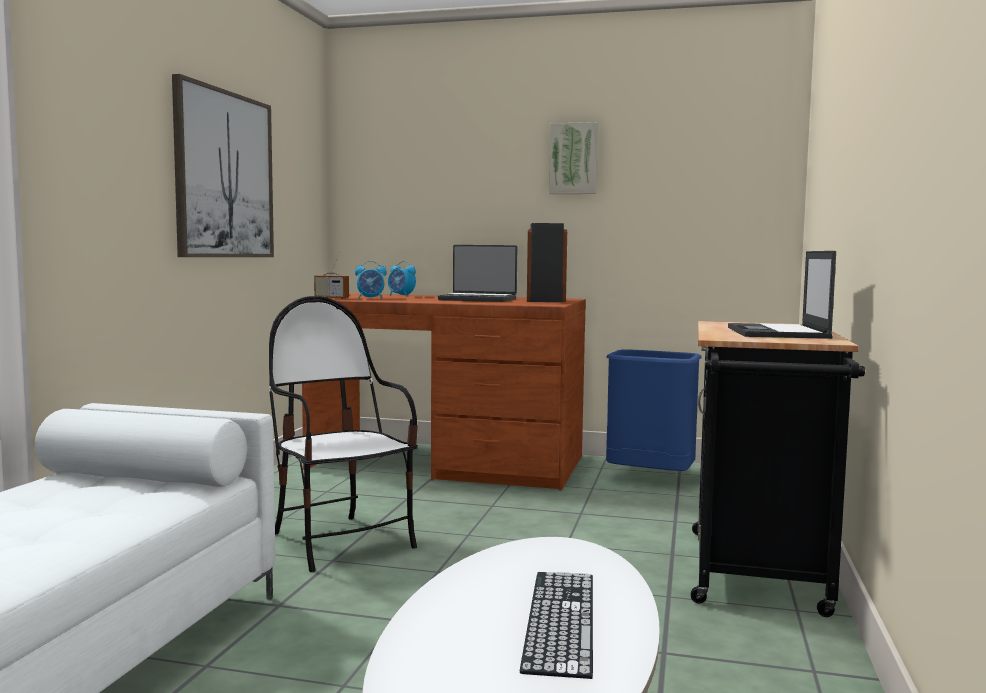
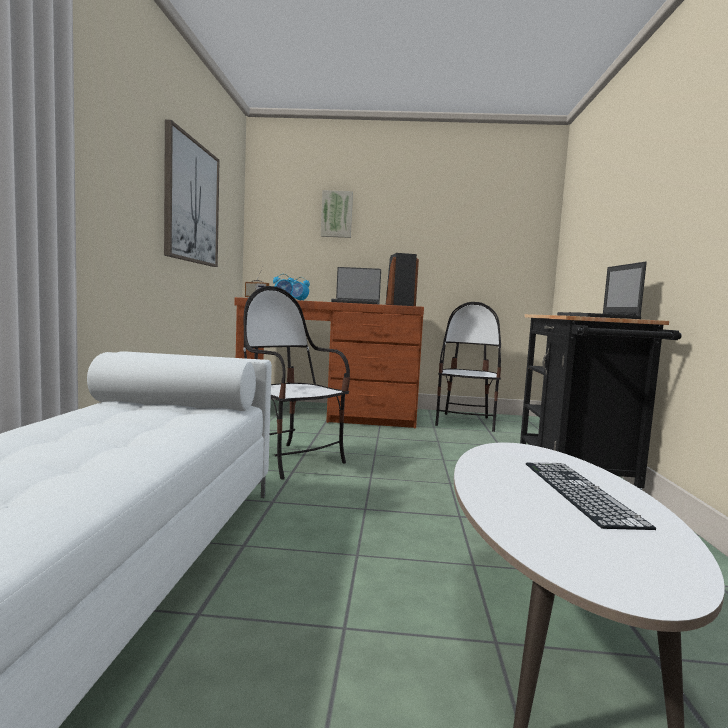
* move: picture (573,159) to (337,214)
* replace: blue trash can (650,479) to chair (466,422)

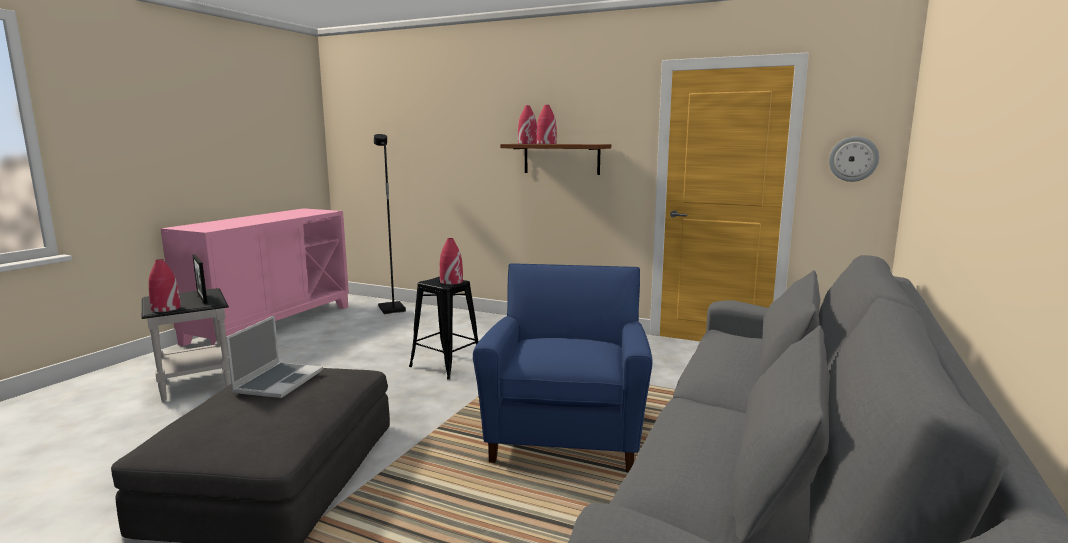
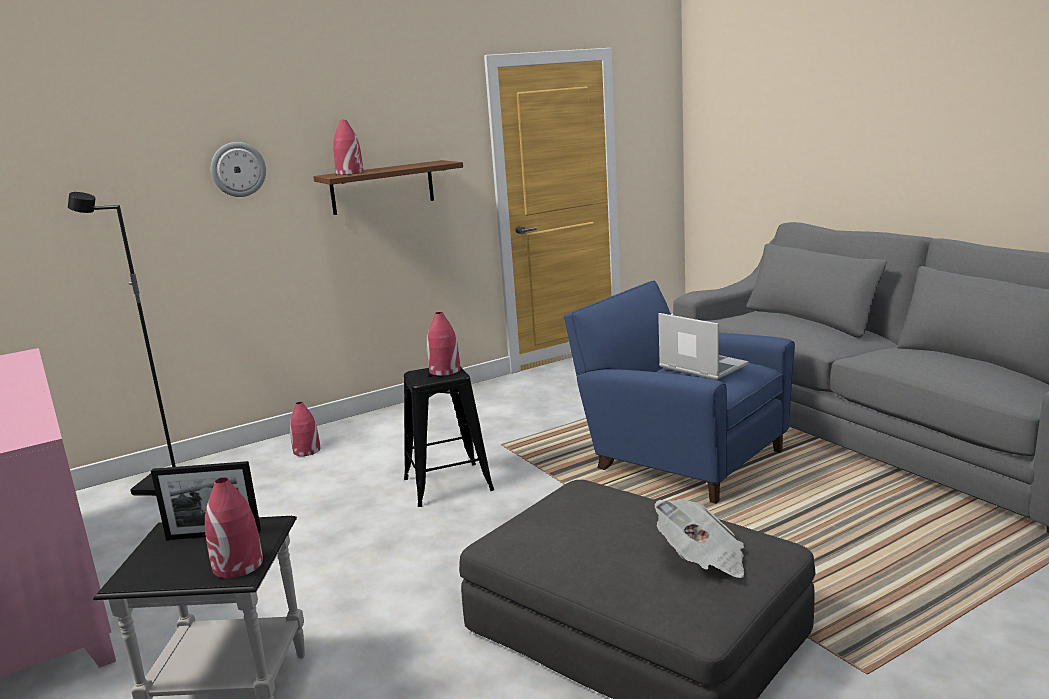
* insert: newspaper (702,559)
* move: laptop (278,381) to (701,367)
* move: red vase (546,143) to (306,451)
* move: wall clock (853,159) to (238,169)

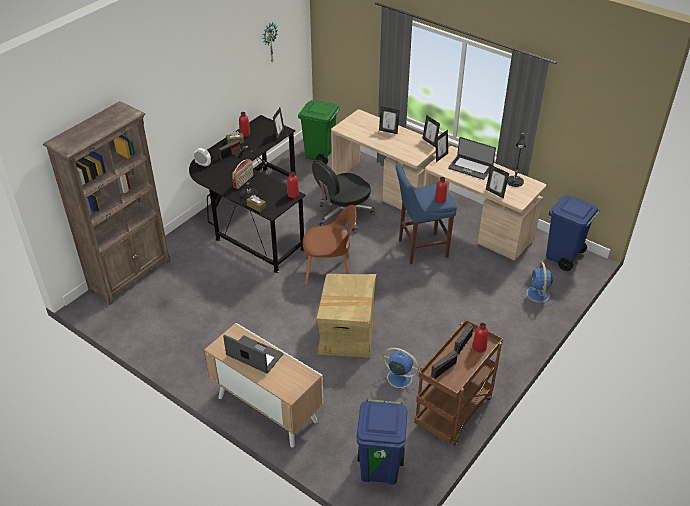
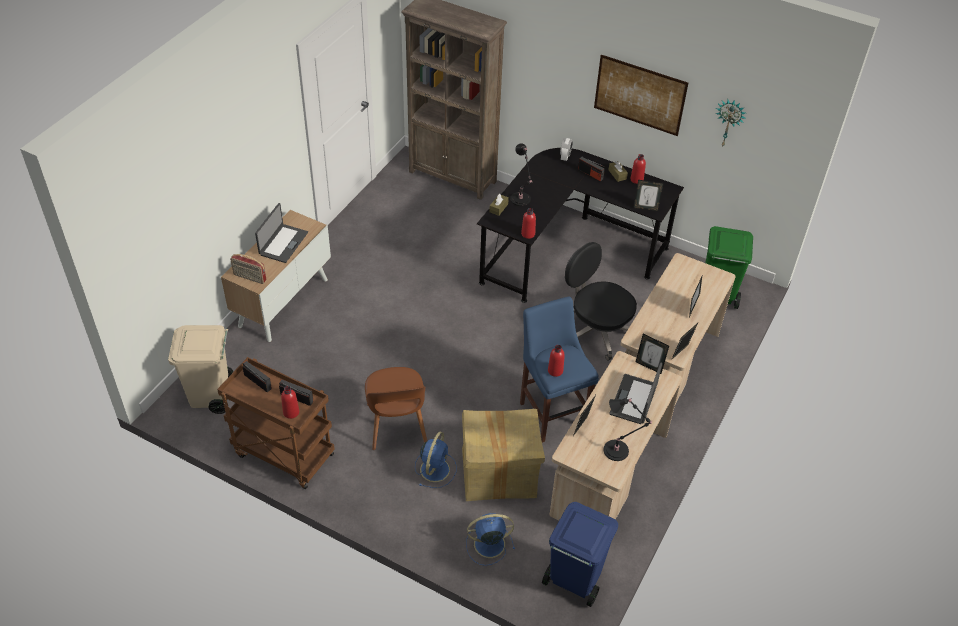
* insert: picture (639,95)
* move: radio (243,181) to (249,277)
* move: brown chair (329,270) to (396,425)
* move: cardboard box (346,334) to (499,474)
* move: blue fan (398,377) to (435,468)
* recolor: blue trash can (380,469) to beige trash can (211,395)

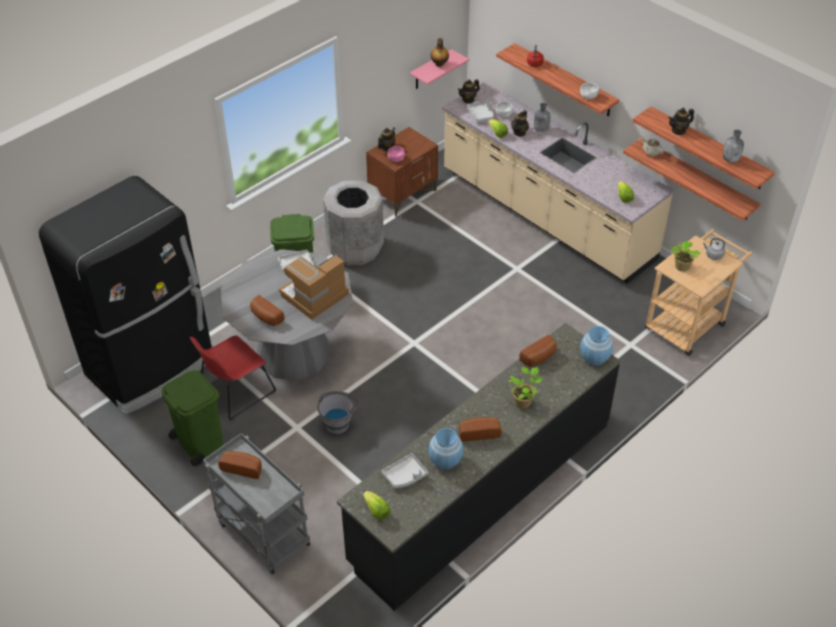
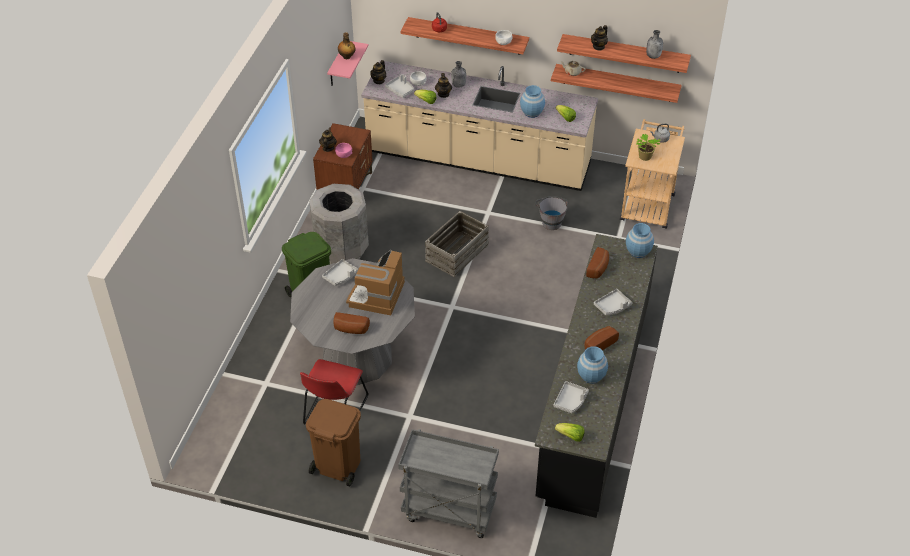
* delete: black fridge (152,366)
* delete: bread (242,468)
* insert: crate (457,253)
* insert: blue vase (532,112)
* move: grey bucket (339,421) to (550,220)
* replace: potted plant (523,401) to grey tray (612,306)
* recolor: green trash can (200,442) to brown trash can (337,465)

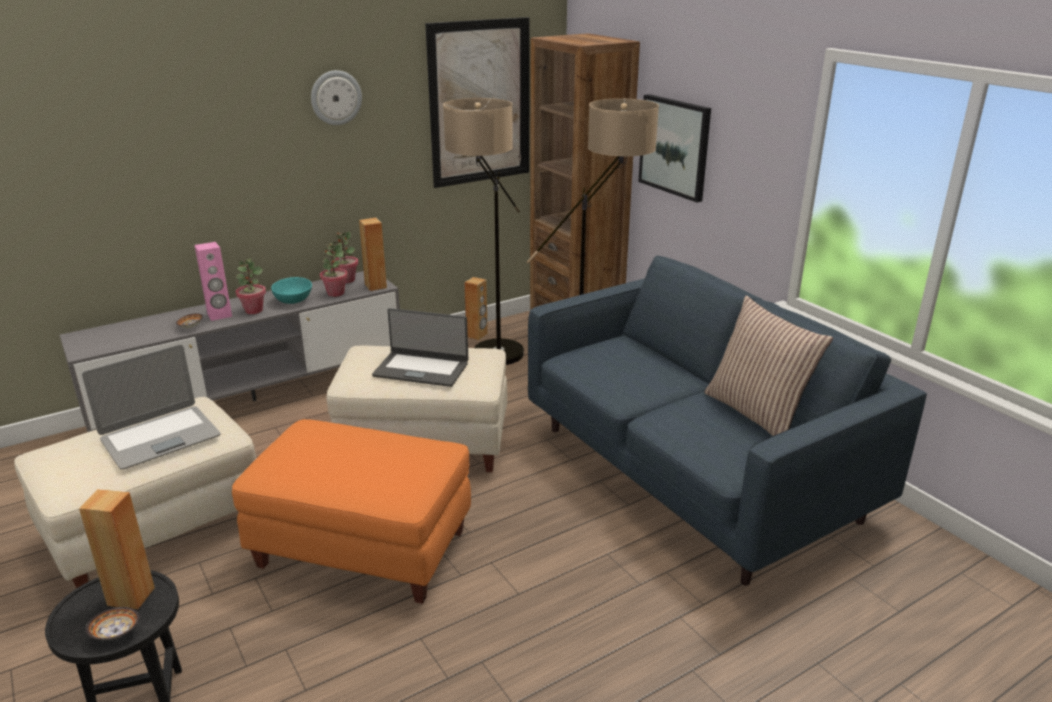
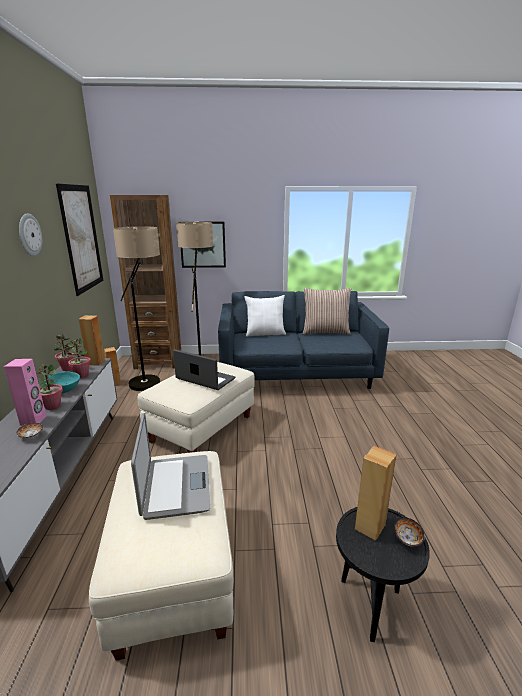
* delete: orange ottoman (362,550)
* insert: white pillow (265,333)
* rotate: laptop (421,369) = (205,379) 105 degrees counterclockwise

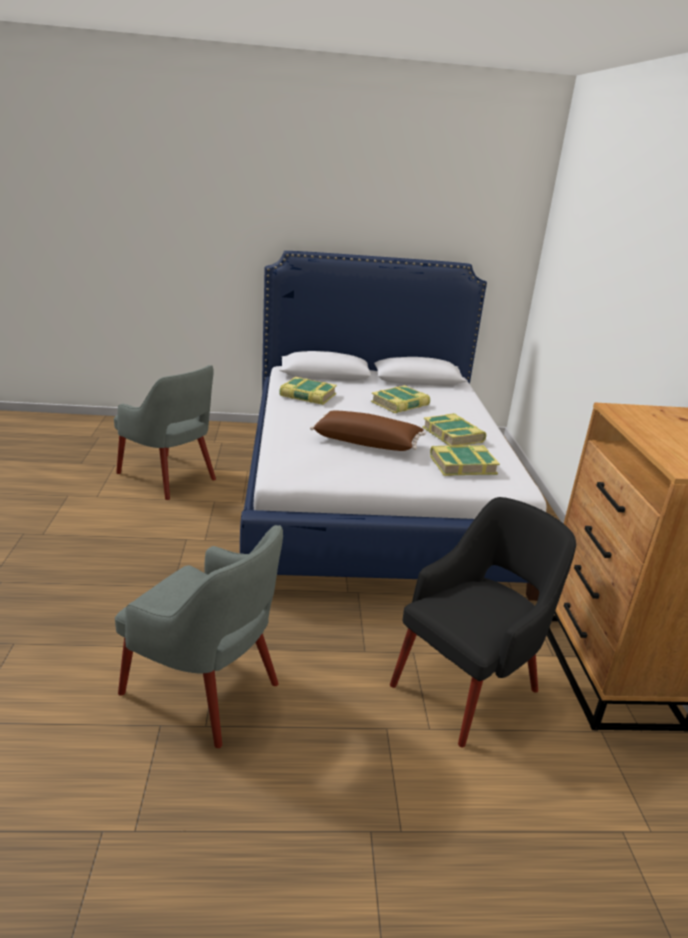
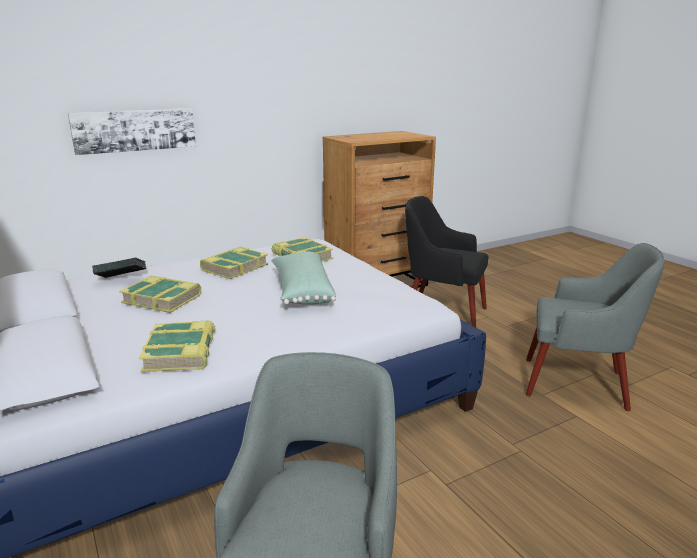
* insert: picture (134,130)
* insert: book (122,280)
* recolor: brown pillow (367,442) to green pillow (302,291)
* rotate: grey armchair (204,690) = (578,384) 105 degrees clockwise

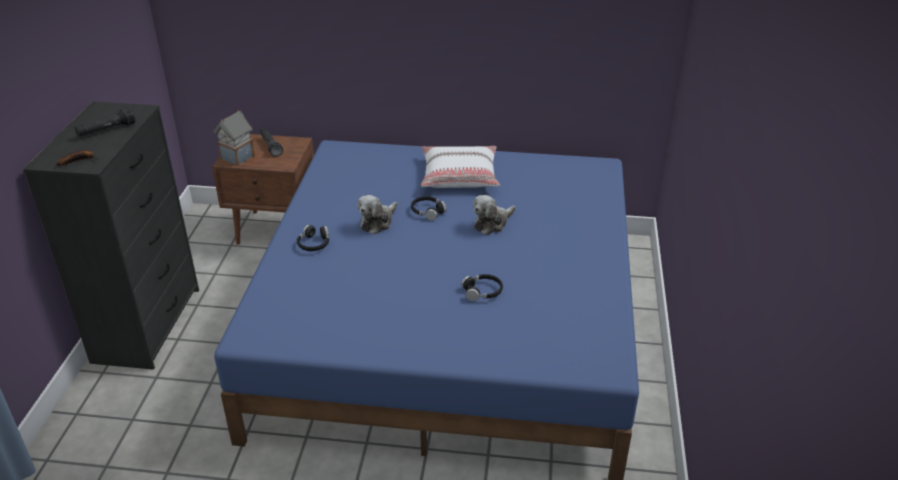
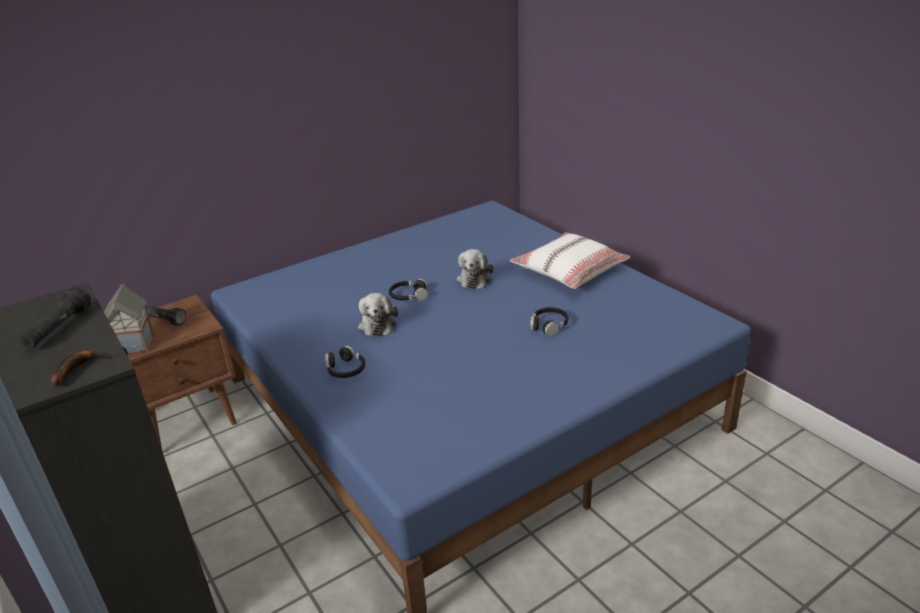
* move: white pillow (459,176) to (569,270)

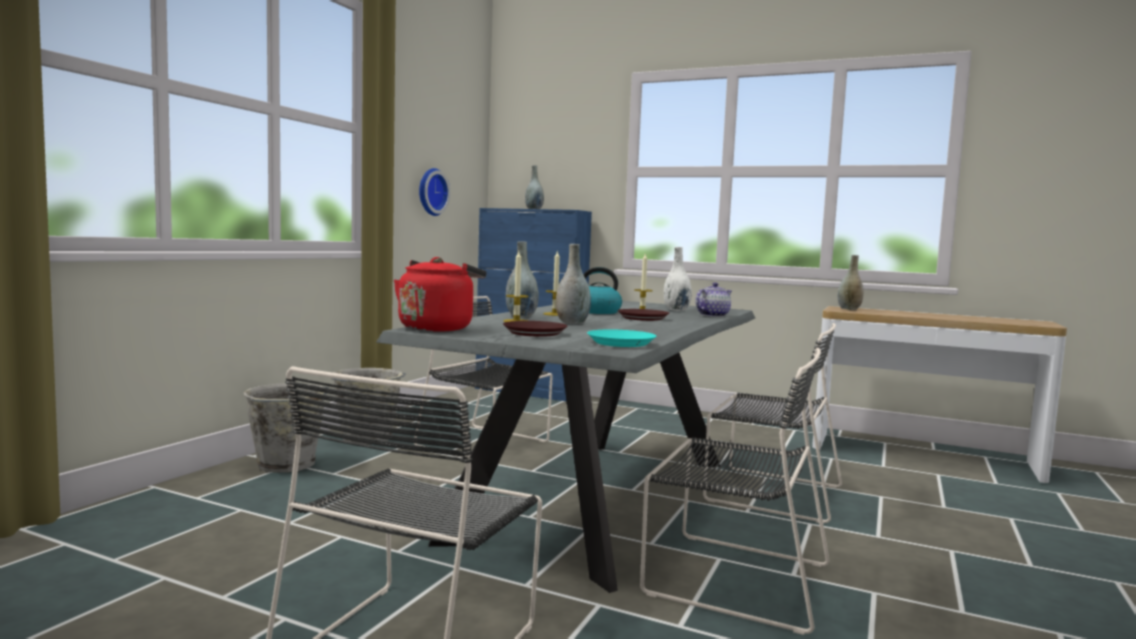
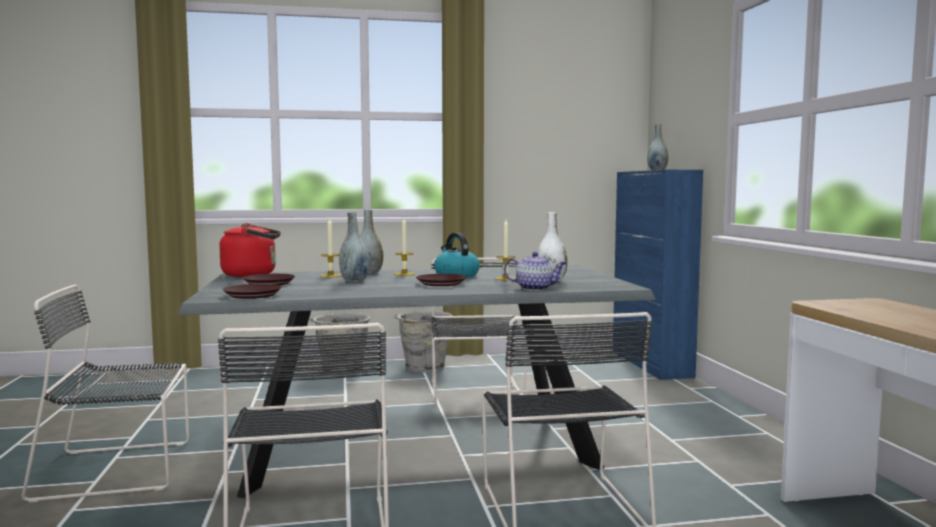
* delete: wall clock (430,192)
* delete: grey vase (849,309)
* recolor: turquoise plate (620,343) to brown plate (252,295)

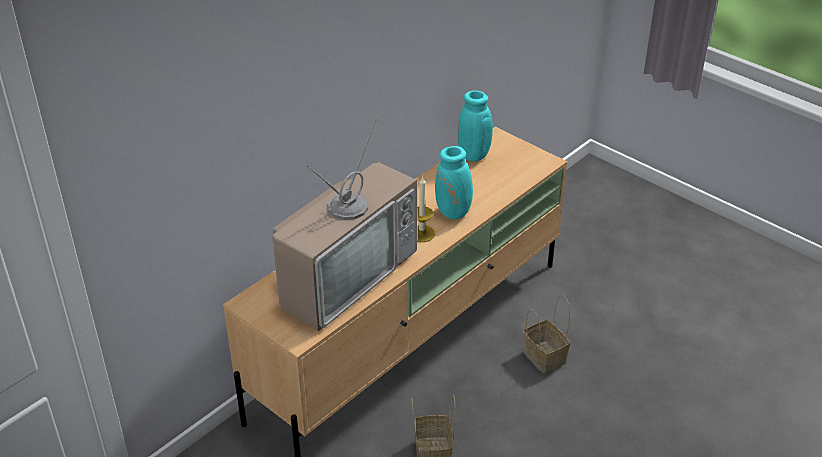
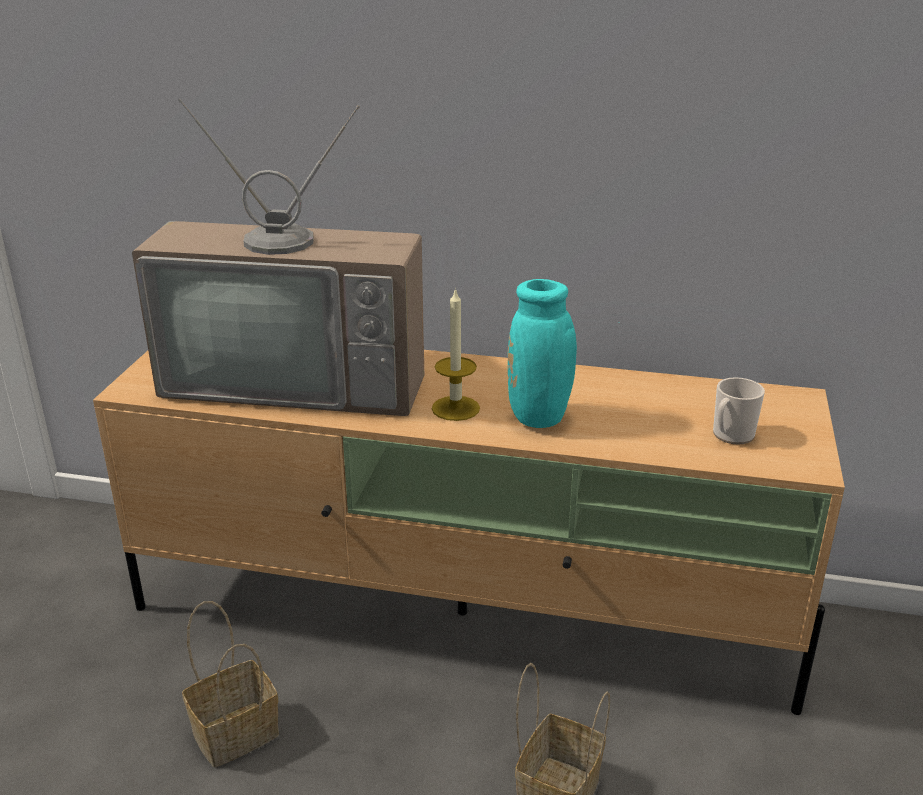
* delete: turquoise vase (473,157)
* insert: mug (730,436)

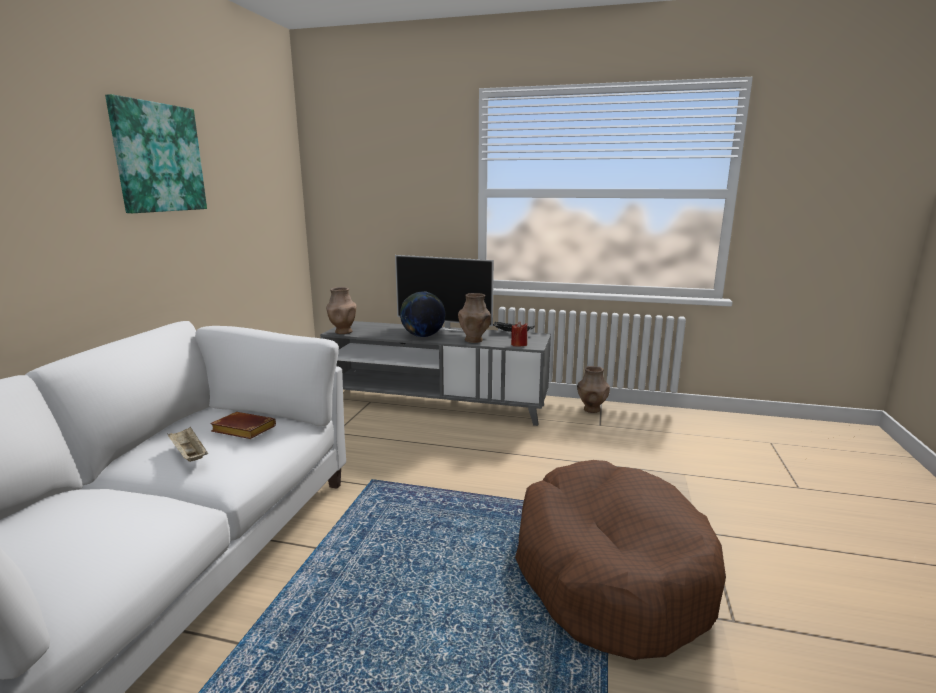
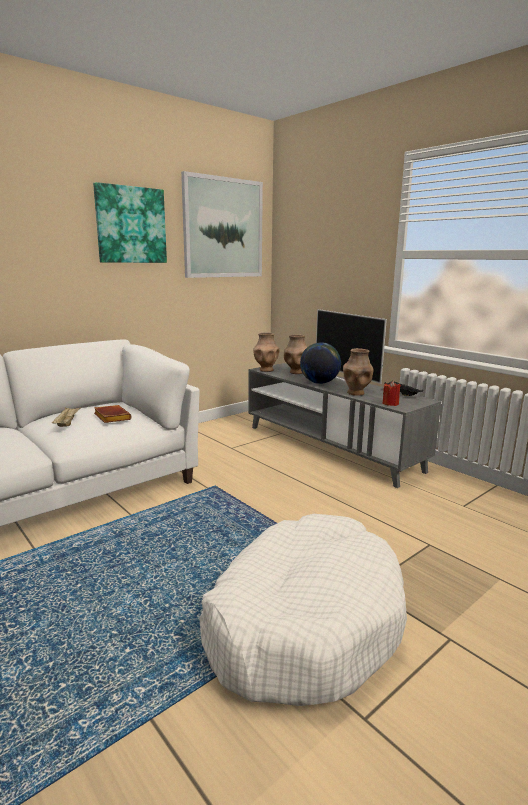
* insert: picture (223,228)
* move: brown vase (591,409) to (296,372)
* recolor: brown dog bed (609,571) to white dog bed (303,621)

